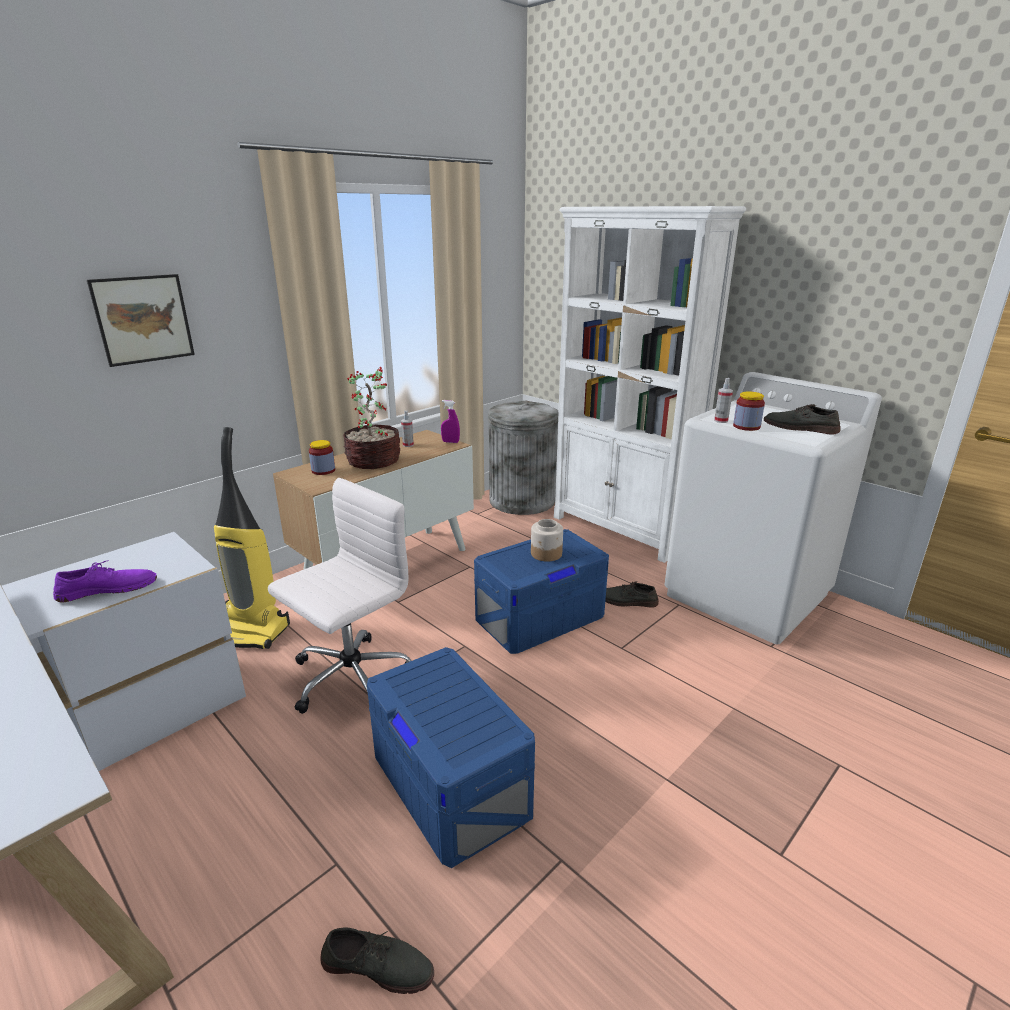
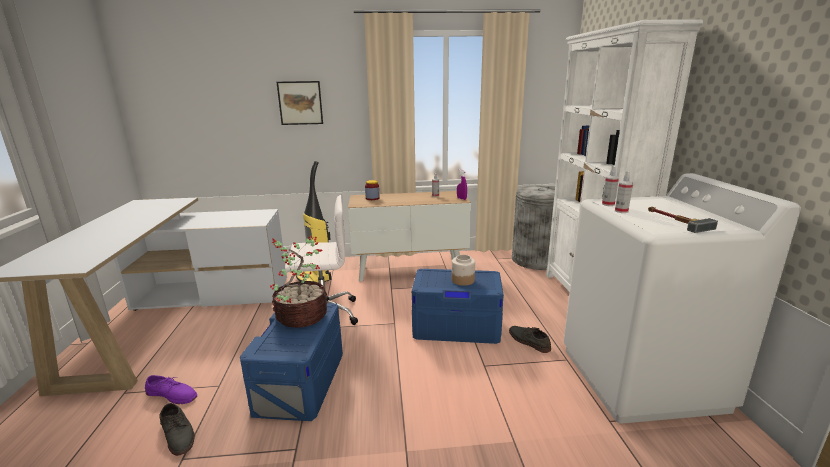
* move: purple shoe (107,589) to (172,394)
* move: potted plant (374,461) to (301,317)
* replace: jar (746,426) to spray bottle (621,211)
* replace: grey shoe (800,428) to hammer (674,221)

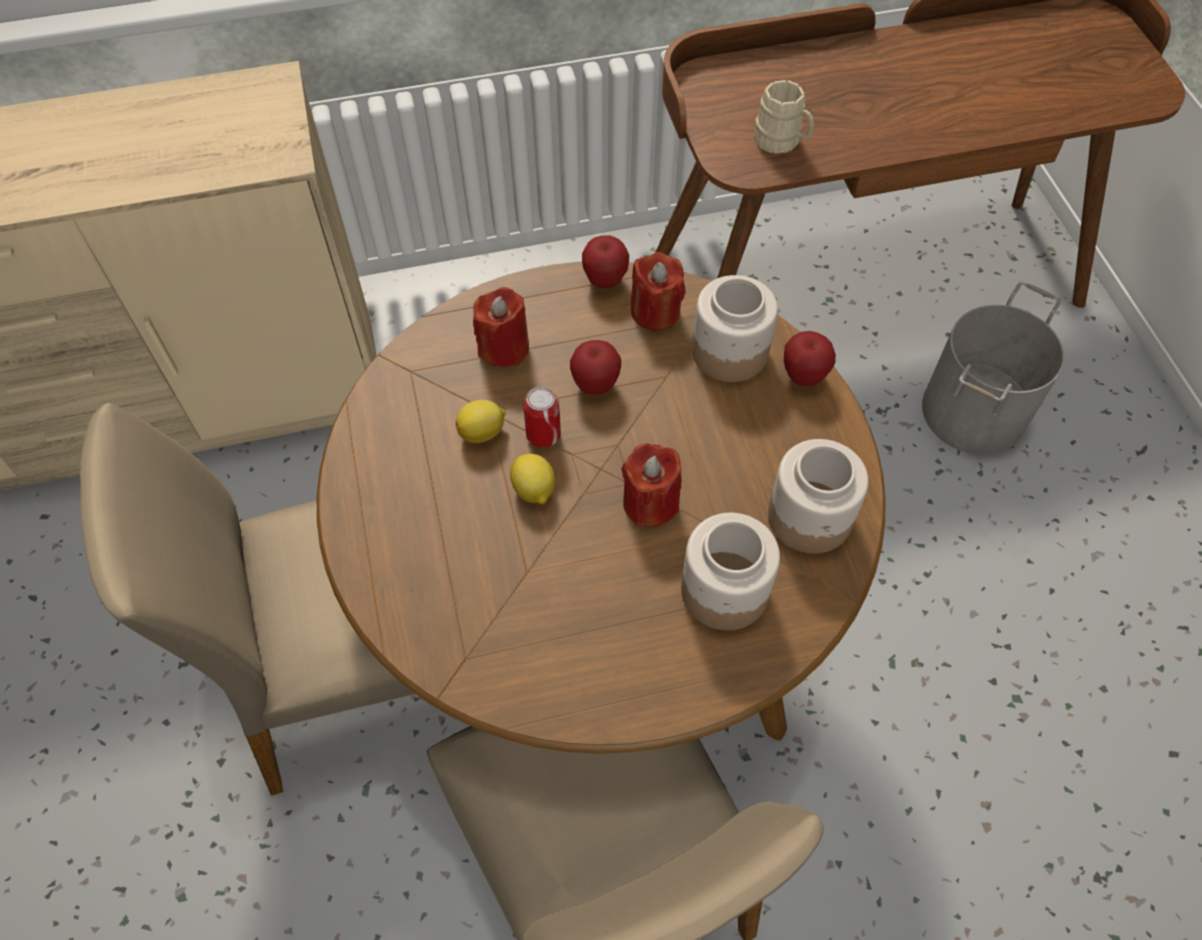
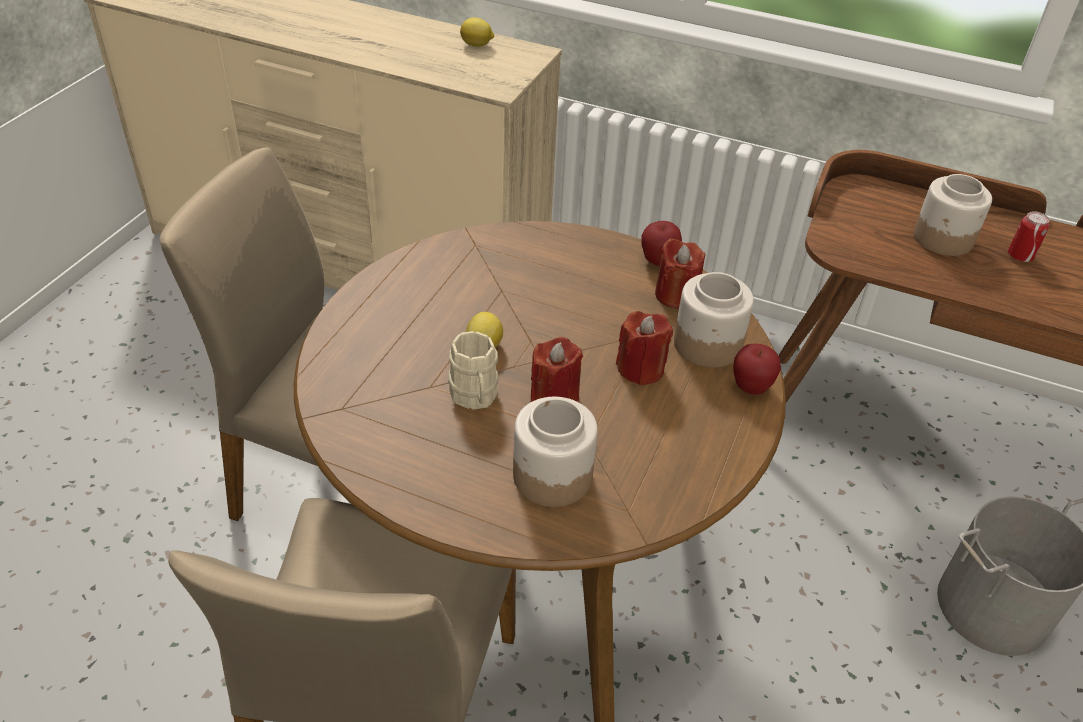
* delete: apple (595,385)
* move: lemon (483,432) to (477,45)
* move: red candle (504,348) to (640,369)
* move: can (543,435) to (1020,256)
* move: beige mug (782,142) to (475,397)
* move: jar (810,517) to (943,239)

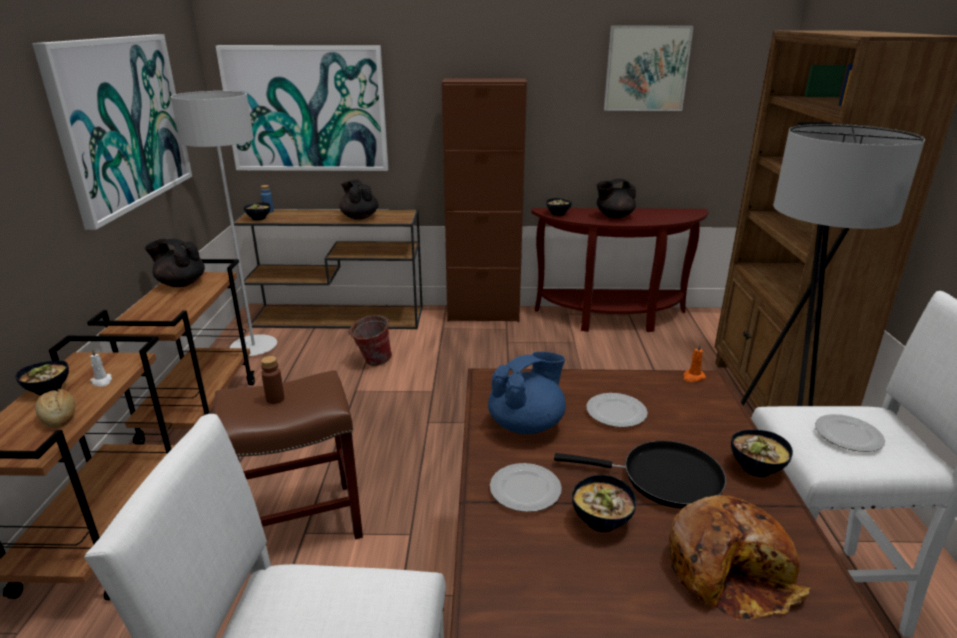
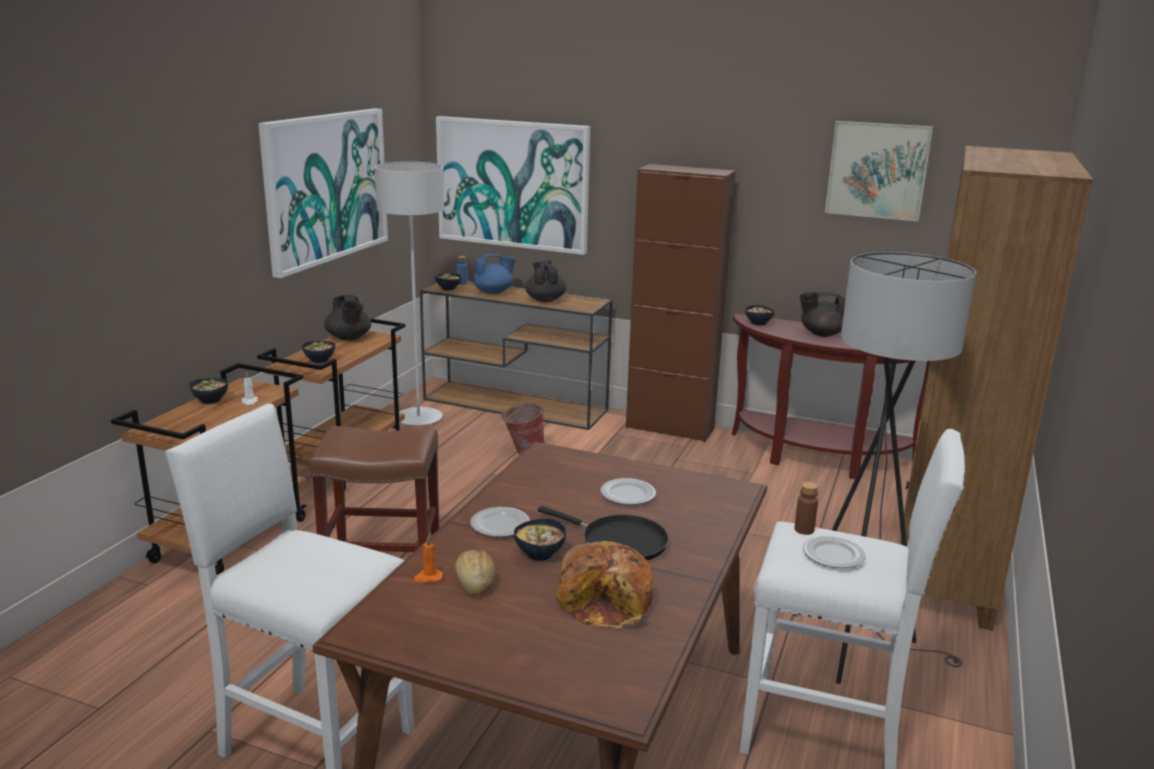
* move: bread (59,417) to (475,582)
* move: brown bottle (275,399) to (804,530)
* move: blue teapot (527,424) to (493,292)
* move: orange candle (693,377) to (428,577)
* move: bowl (754,467) to (319,360)
* rotate: black teapot (181,283) = (349,338) 150 degrees counterclockwise

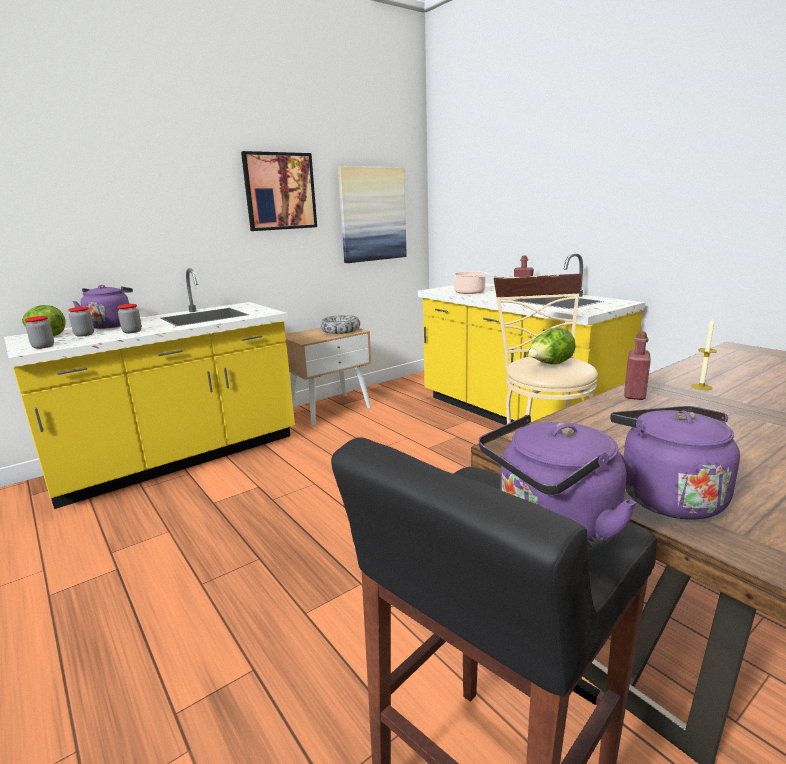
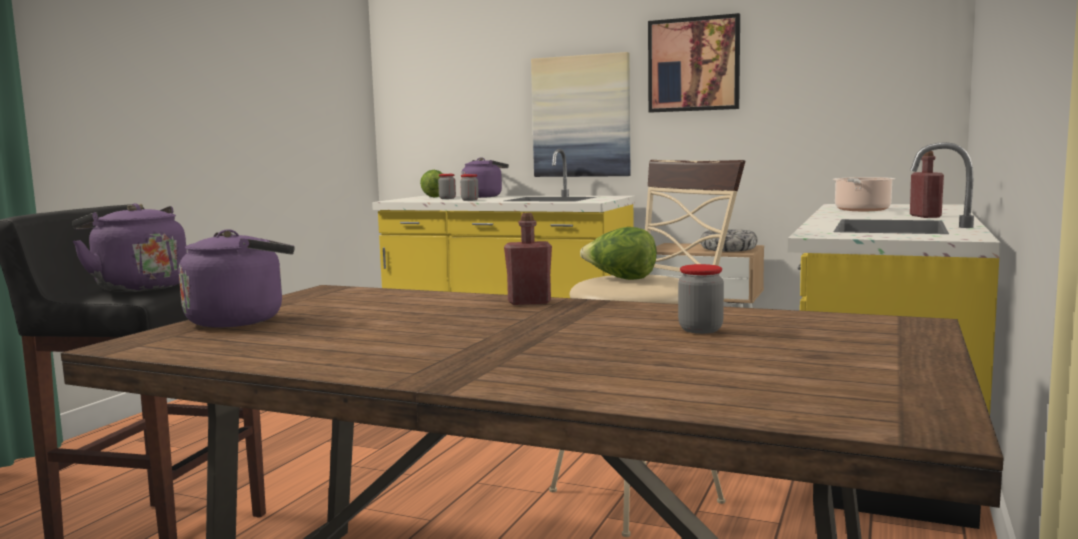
* delete: candle (701,387)
* move: jar (43,346) to (700,330)
* move: picture (372,214) to (581,116)

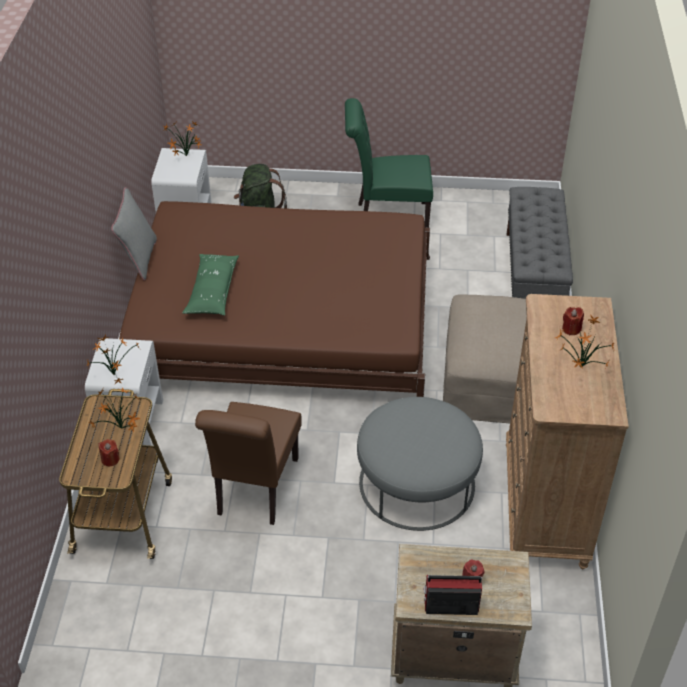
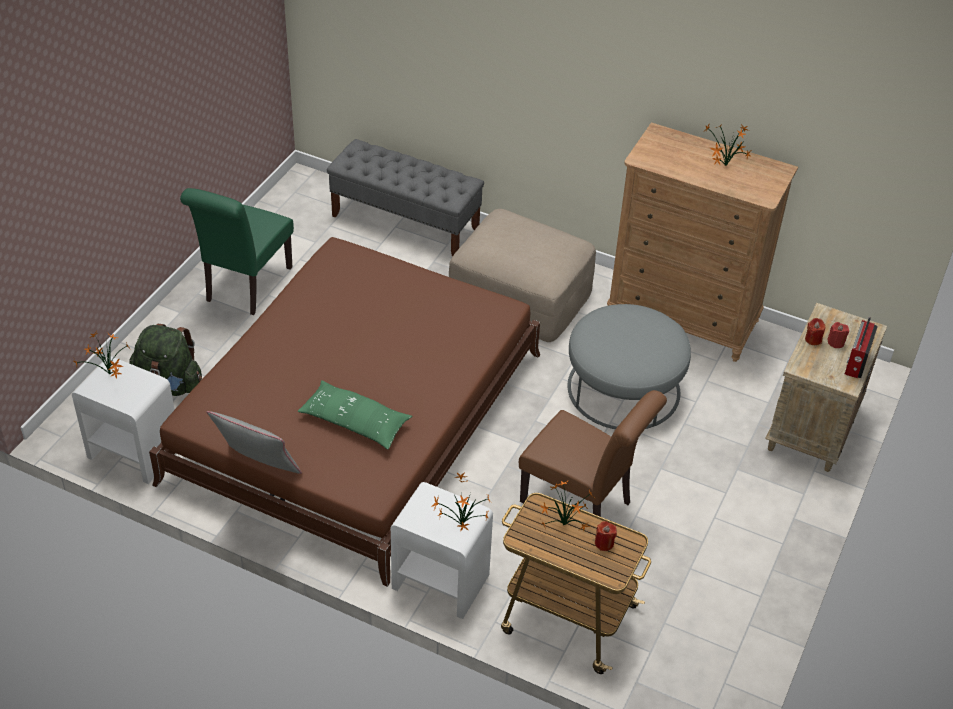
* move: red candle (571,329) to (813,339)

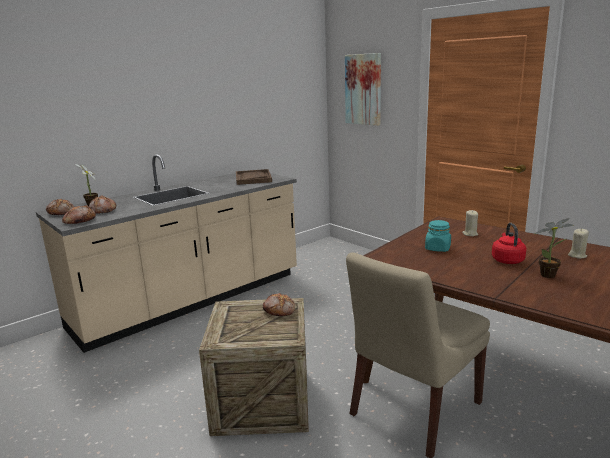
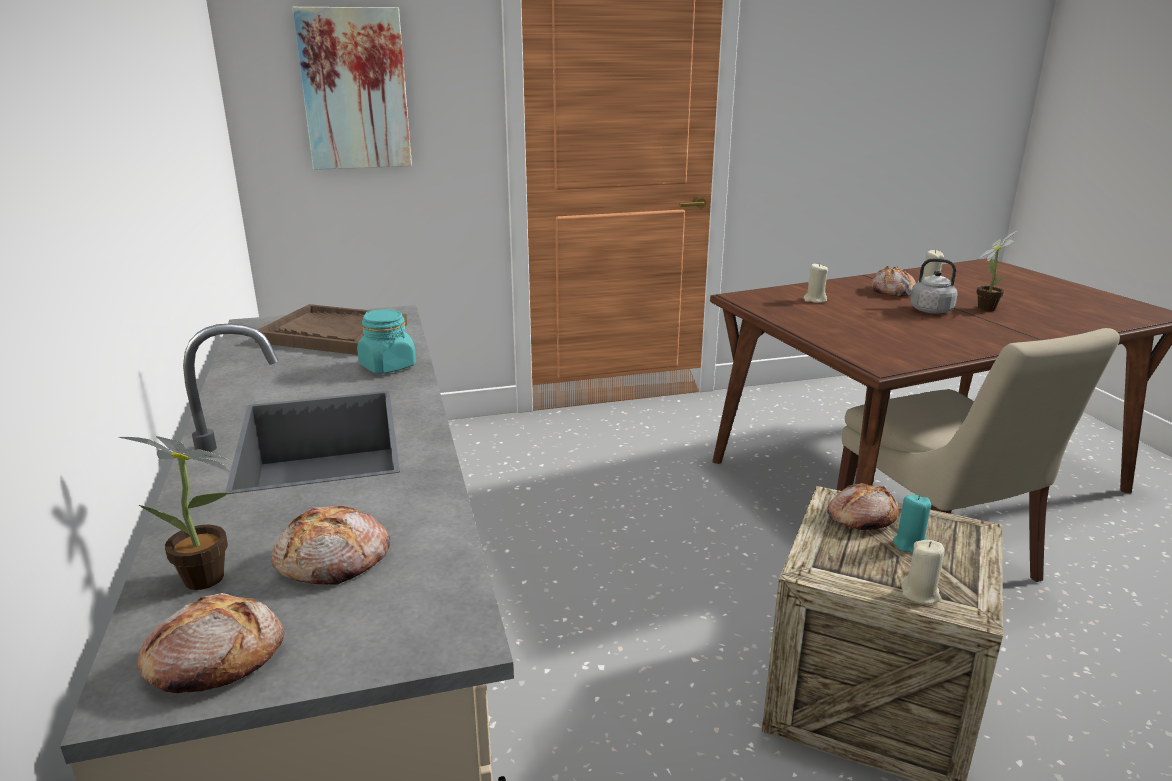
* insert: turquoise candle (910,544)
* insert: beige candle (920,594)
* move: bread (79,221) to (891,291)
* move: turquoise jar (437,248) to (388,366)
* recolor: red kettle (507,260) to grey kettle (928,310)

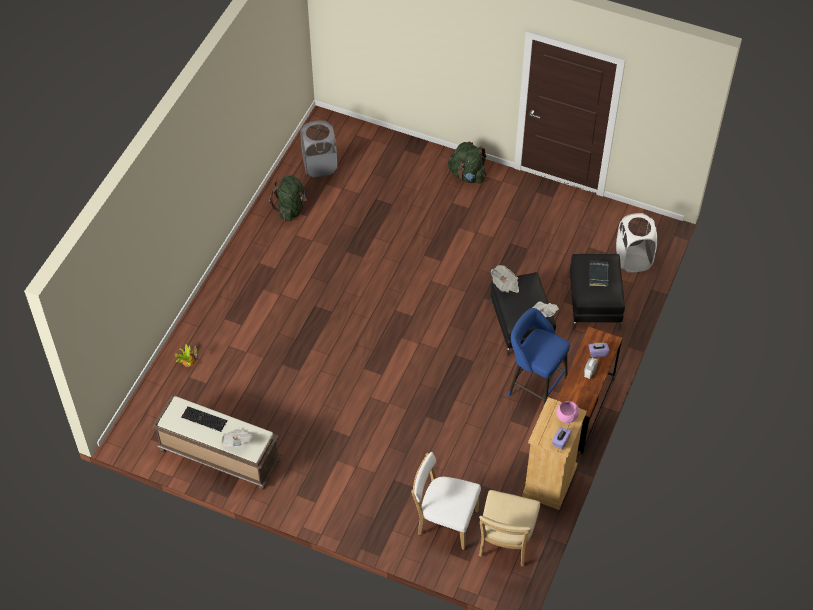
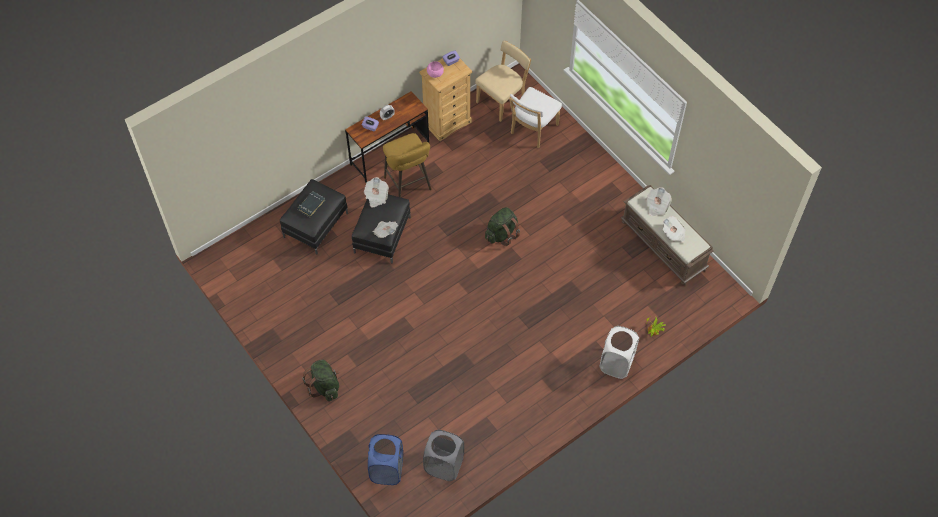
* insert: blue laundry basket (387,469)
* move: green backpack (291,209) to (501,234)
* move: white laundry basket (633,259) to (616,363)
* replace: keyboard (203,419) to newspaper (673,234)
* recolor: blue stool (534,387) to yellow stool (409,185)
* rotate: white chair (444,521) = (532,130) 75 degrees clockwise

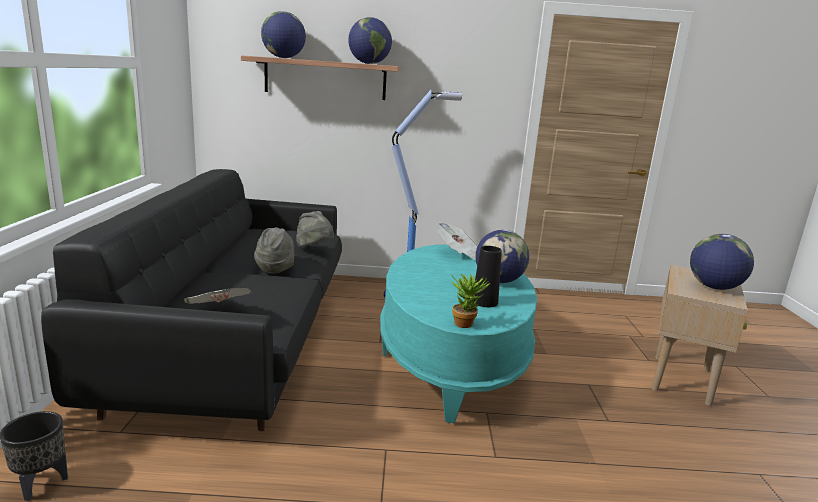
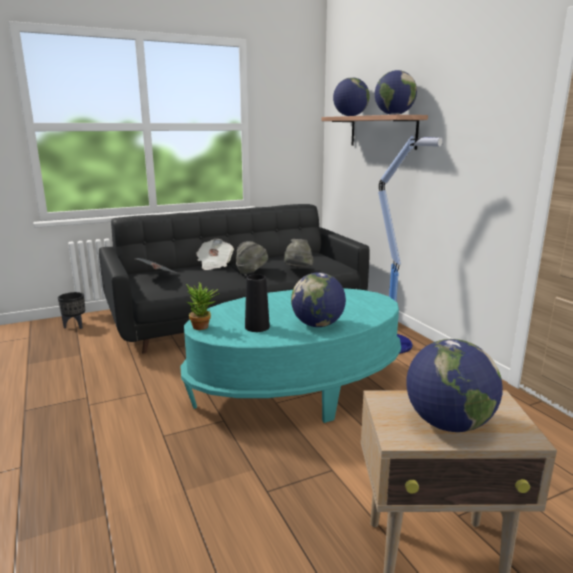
* move: newspaper (459,254) to (214,264)

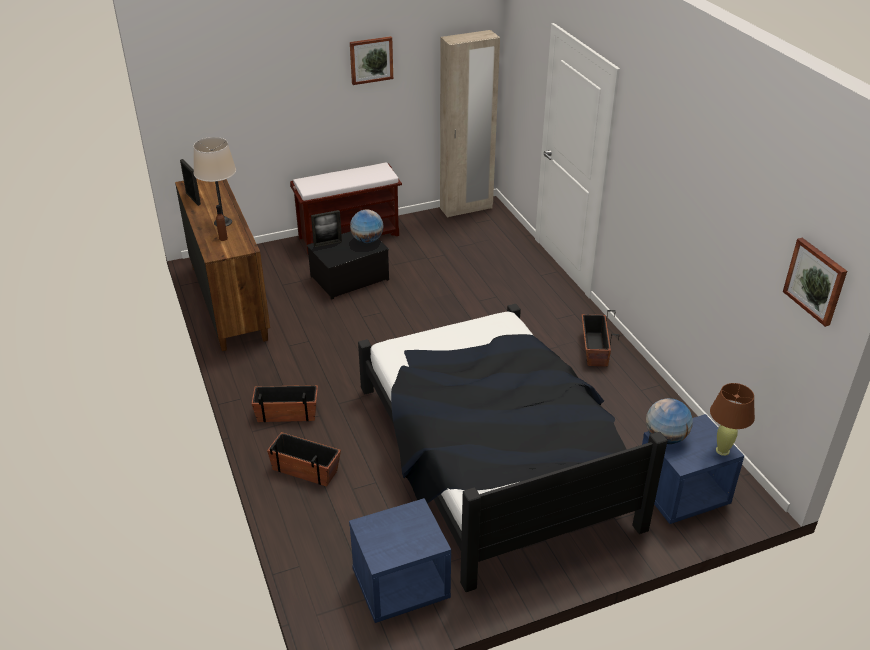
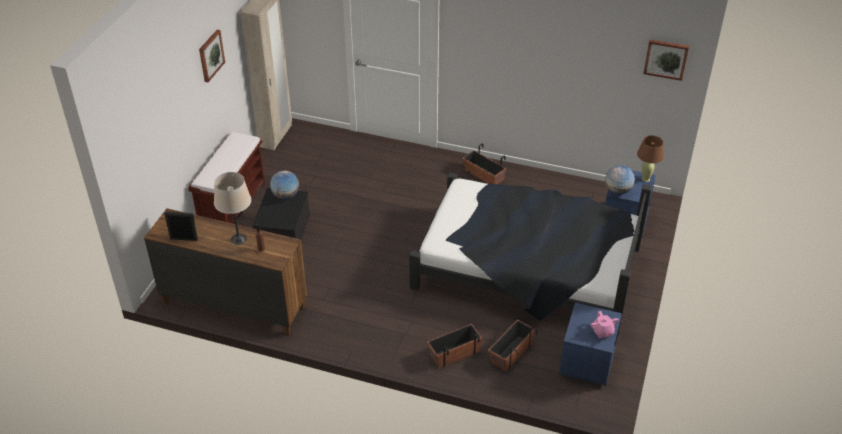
* delete: picture frame (328,244)
* insert: pink teapot (602,332)
* move: planter (287,413) to (511,353)

